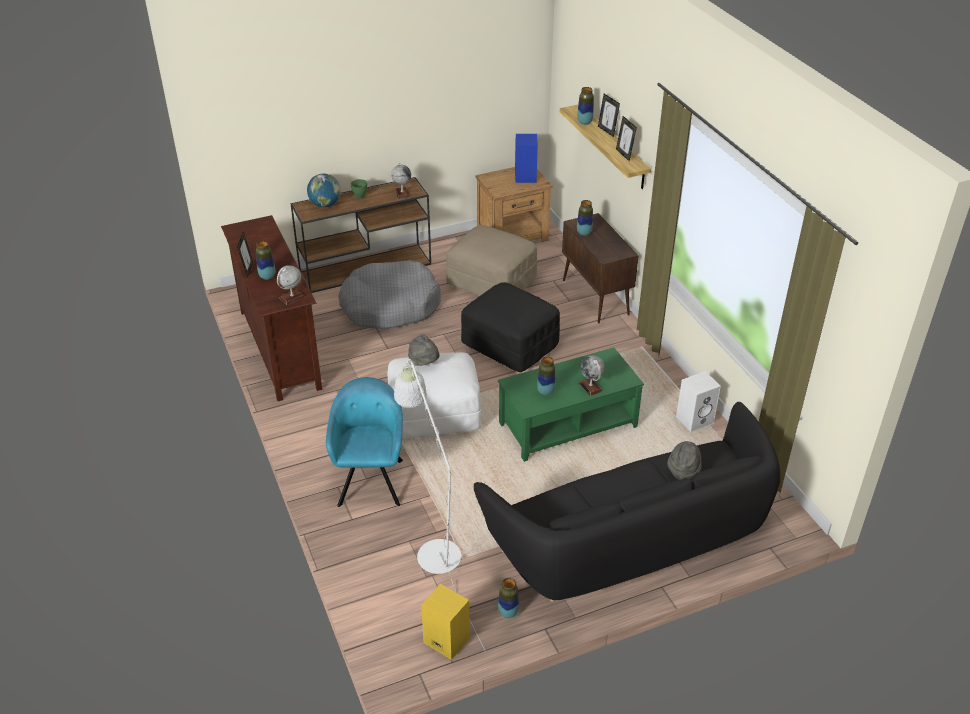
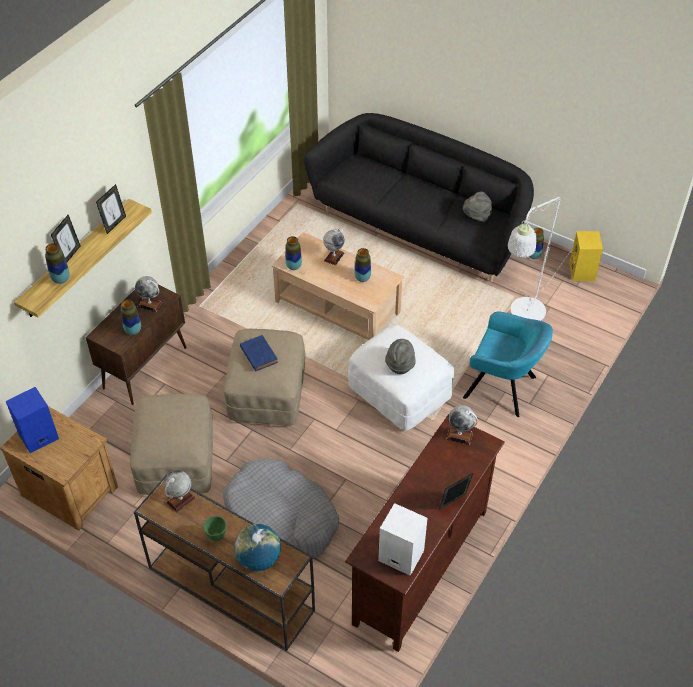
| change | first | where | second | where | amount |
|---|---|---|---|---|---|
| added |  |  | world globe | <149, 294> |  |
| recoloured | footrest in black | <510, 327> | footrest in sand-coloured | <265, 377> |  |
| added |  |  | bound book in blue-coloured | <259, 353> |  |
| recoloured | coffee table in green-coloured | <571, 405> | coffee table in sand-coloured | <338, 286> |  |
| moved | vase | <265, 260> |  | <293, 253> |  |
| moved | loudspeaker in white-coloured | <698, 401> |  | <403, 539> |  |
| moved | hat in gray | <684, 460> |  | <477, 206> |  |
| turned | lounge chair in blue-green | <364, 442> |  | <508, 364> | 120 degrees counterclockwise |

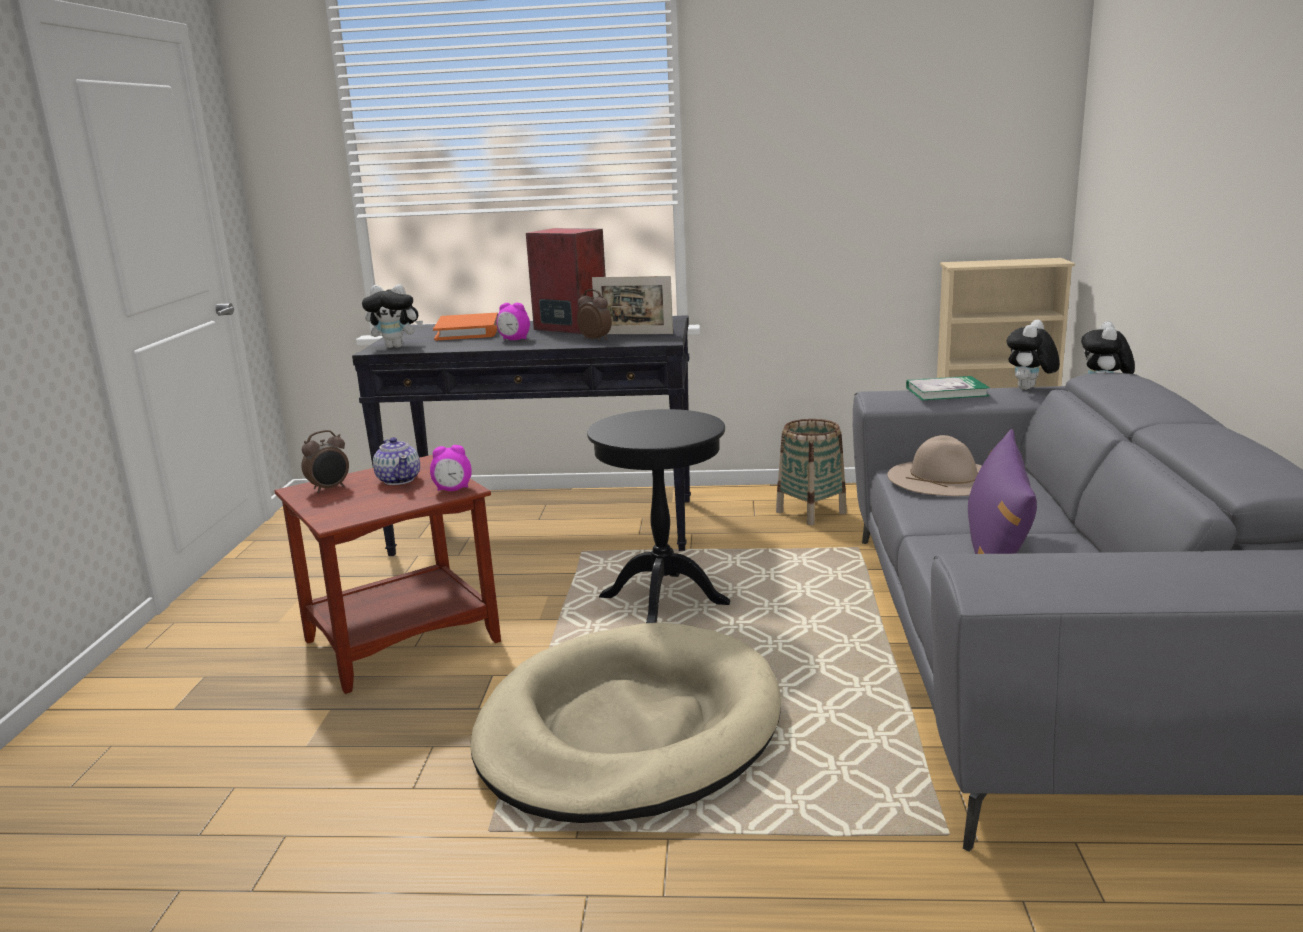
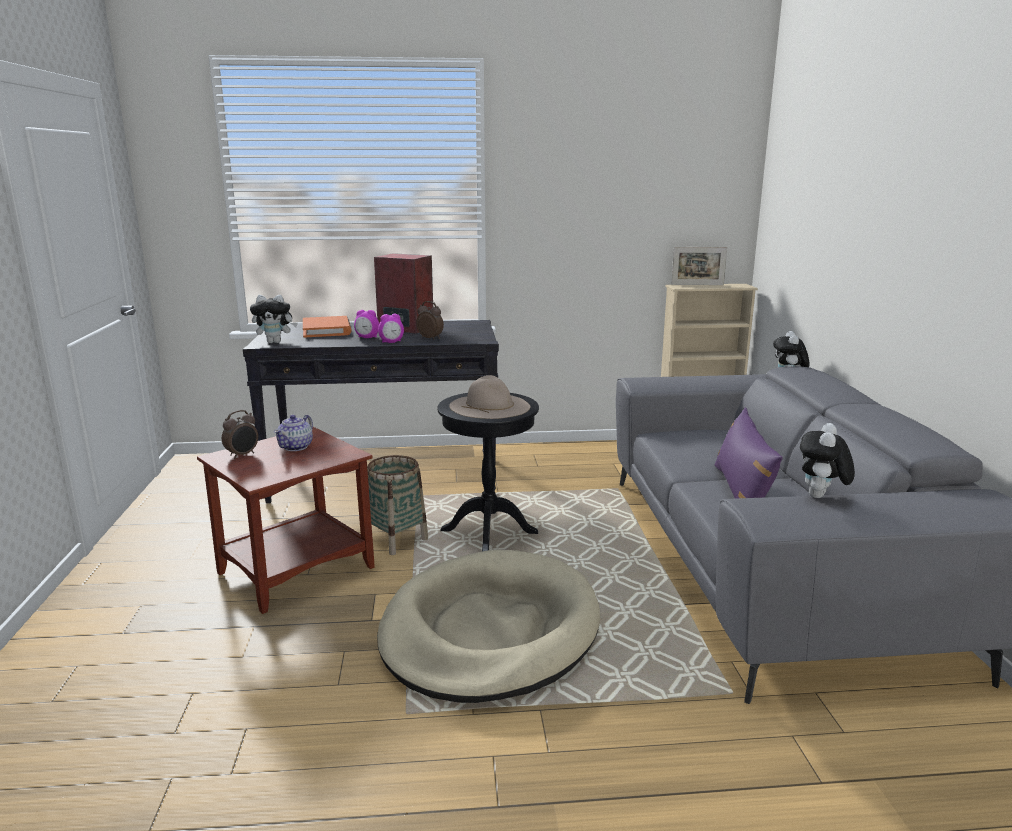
| change | first | where | second | where | amount |
|---|---|---|---|---|---|
| turned | teapot | <396, 461> |  | <293, 433> | 60 degrees clockwise |
| moved | storage basket | <811, 472> |  | <397, 505> |  |
| moved | alarm clock | <451, 468> |  | <391, 328> |  |
| moved | hat in sand-coloured | <934, 465> |  | <489, 397> |  |
| moved | picture frame | <632, 305> |  | <699, 266> |  |
| moved | plush toy | <1033, 355> |  | <827, 460> |  |
| removed | bound book | <948, 388> |  |  |  |

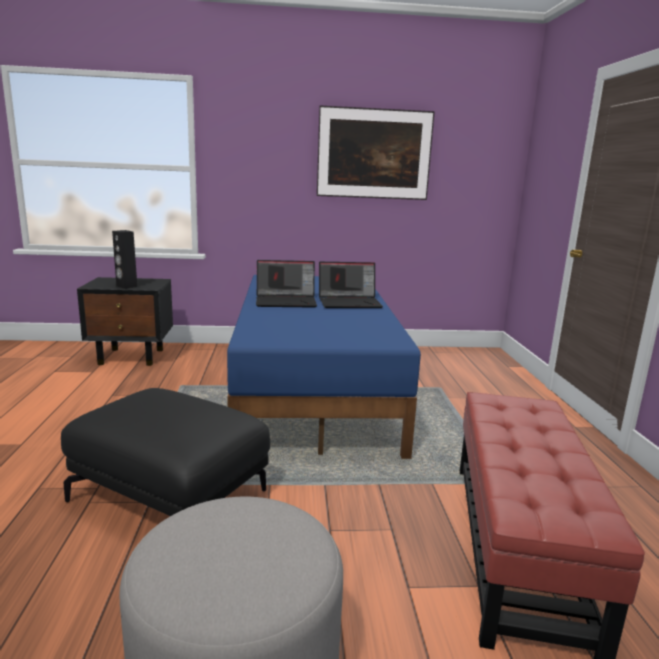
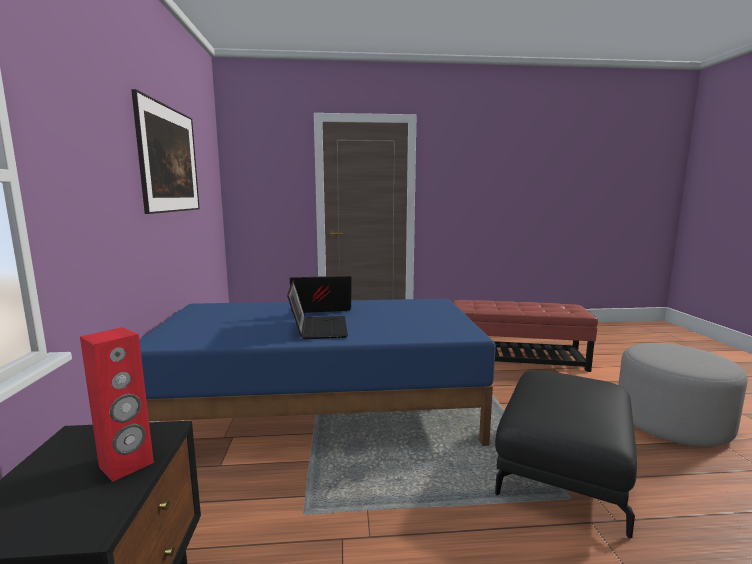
| change | first | where | second | where | amount |
|---|---|---|---|---|---|
| recoloured | loudspeaker in black | <124, 259> | loudspeaker in reddish | <117, 404> |  |
| turned | notebook computer | <351, 285> |  | <321, 294> | 90 degrees counterclockwise |

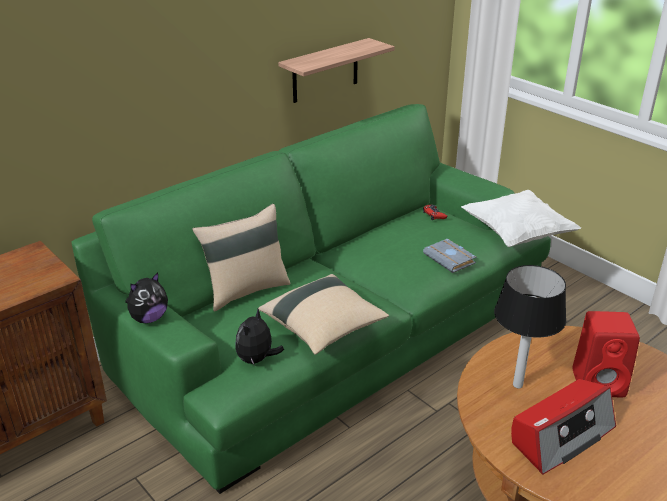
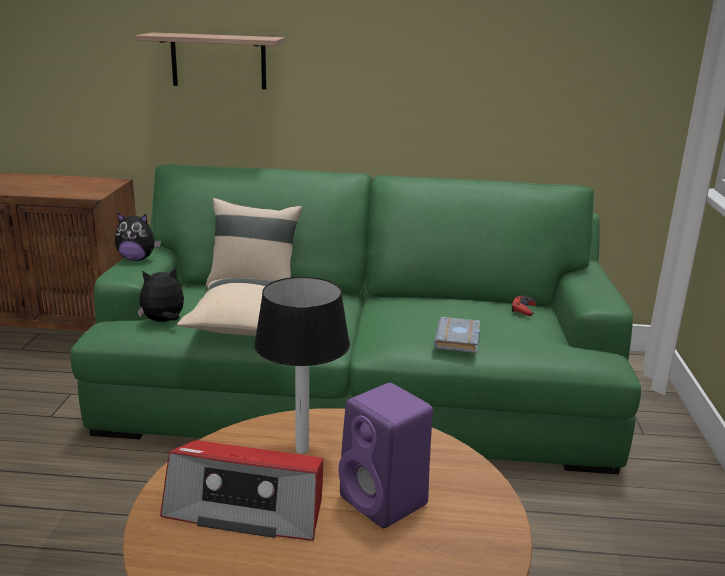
| change | first | where | second | where | amount |
|---|---|---|---|---|---|
| moved | wall shelf | <336, 70> |  | <210, 61> |  |
| recoloured | loudspeaker in reddish | <606, 354> | loudspeaker in purple-coloured | <386, 455> |  |
| removed | throw pillow in white-coloured | <521, 218> |  |  |  |

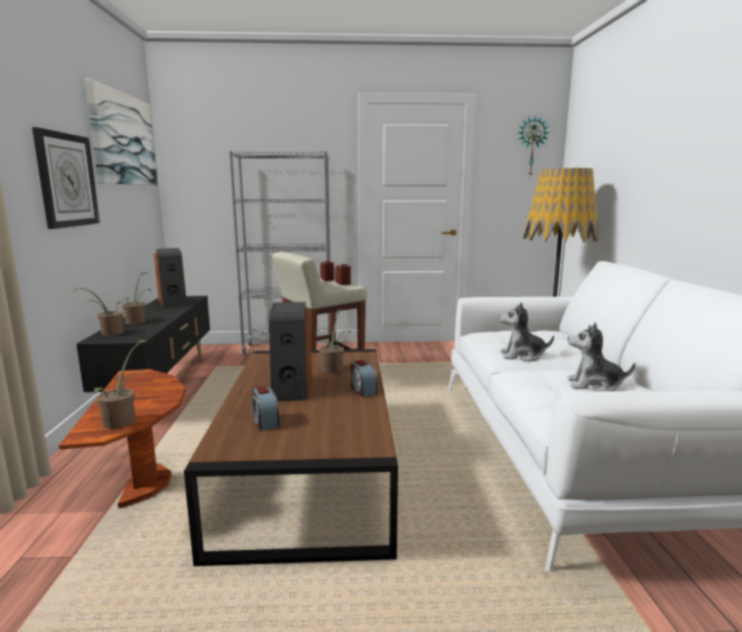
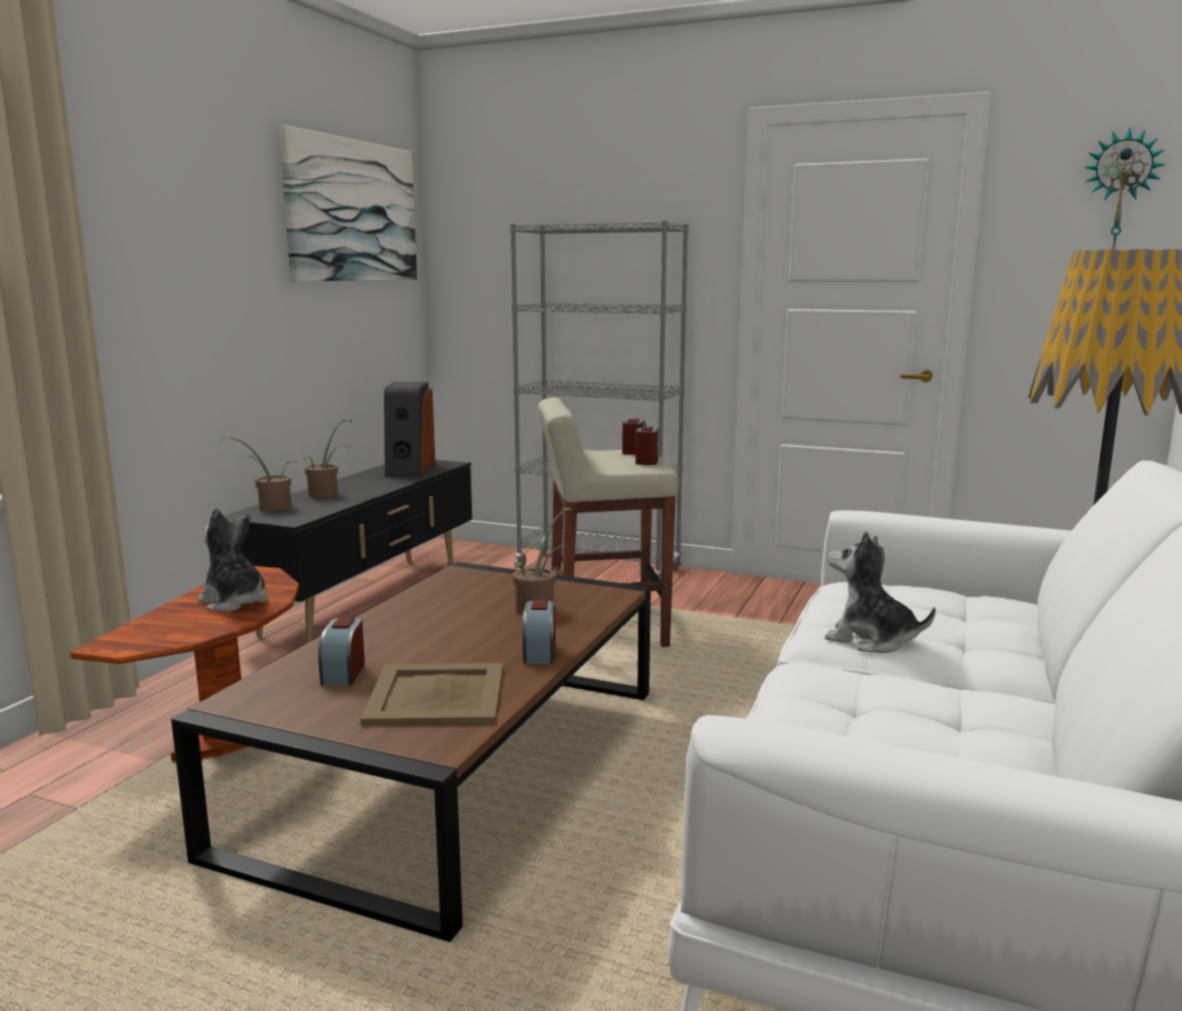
| change | first | where | second | where | amount |
|---|---|---|---|---|---|
| moved | plush toy | <601, 357> |  | <233, 560> |  |
| added |  |  | serving tray in sand-coloured | <431, 694> |  |
| removed | hanging clock | <66, 178> |  |  |  |
| removed | potted plant | <121, 384> |  |  |  |
| removed | loudspeaker | <290, 351> |  |  |  |

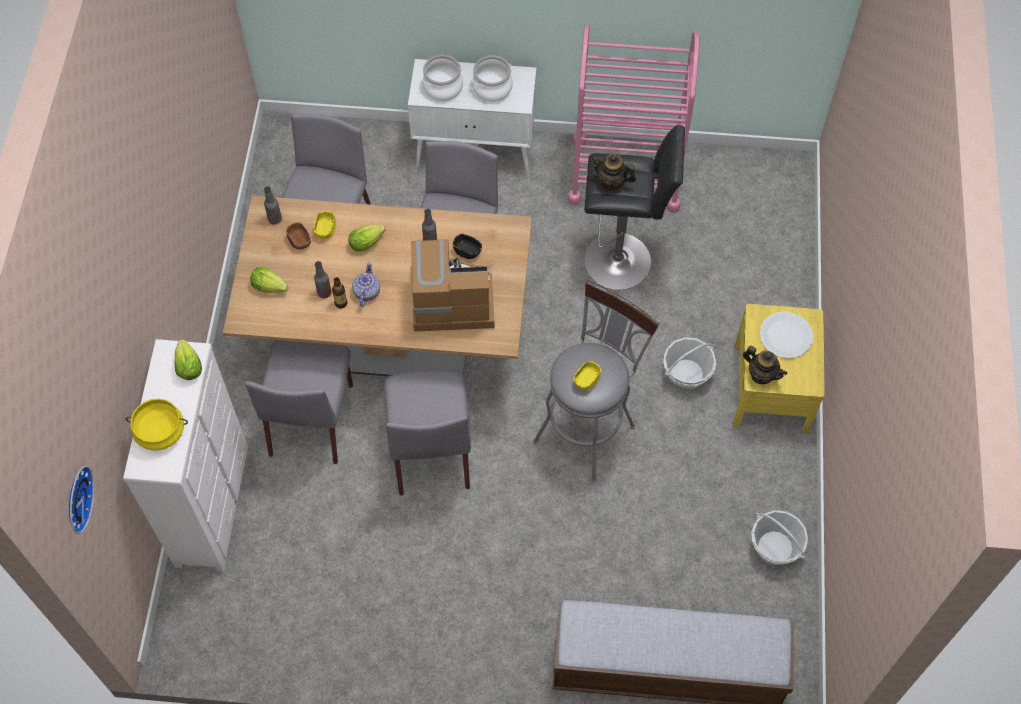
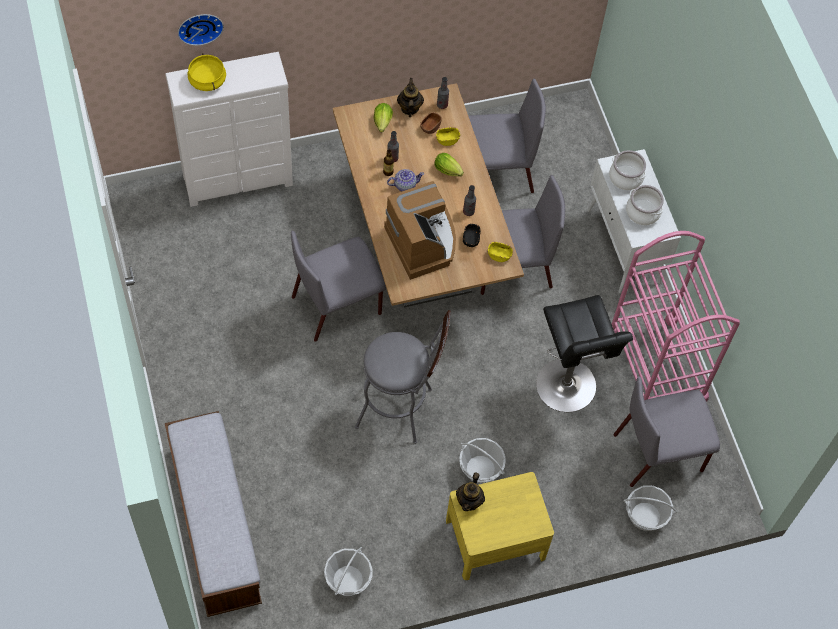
| change | first | where | second | where | amount |
|---|---|---|---|---|---|
| moved | hanging clock | <81, 500> |  | <201, 30> |  |
| moved | teapot | <613, 172> |  | <410, 97> |  |
| moved | serving bowl in yellowish | <587, 375> |  | <500, 252> |  |
| moved | plain chair in gray | <299, 402> |  | <666, 431> |  |
| added |  |  | storage basket | <650, 508> |  |
| removed | lettuce | <188, 359> |  |  |  |
| removed | plate in white-coloured | <786, 335> |  |  |  |

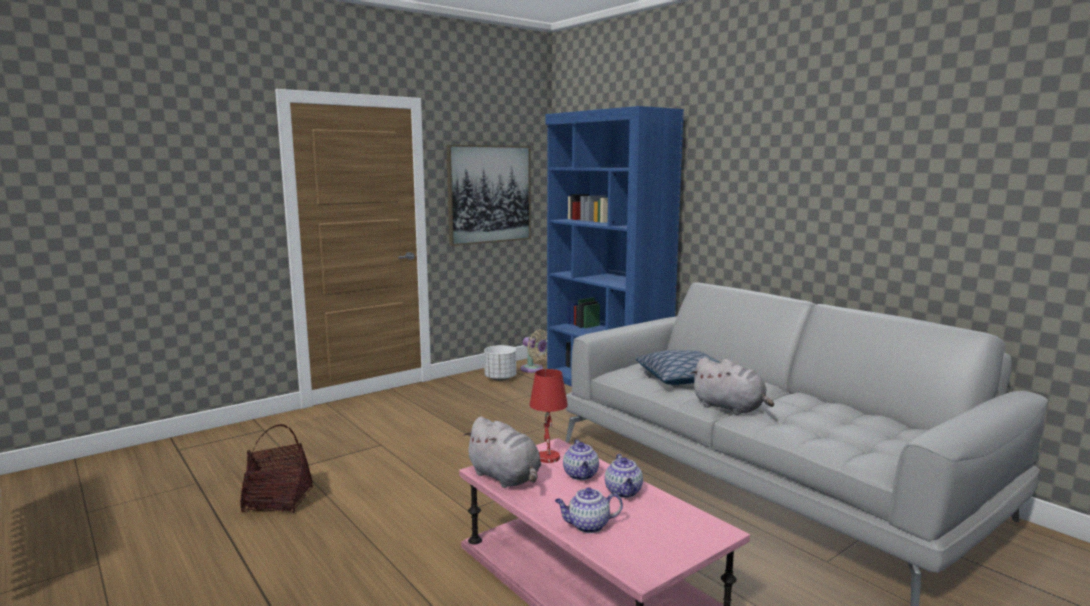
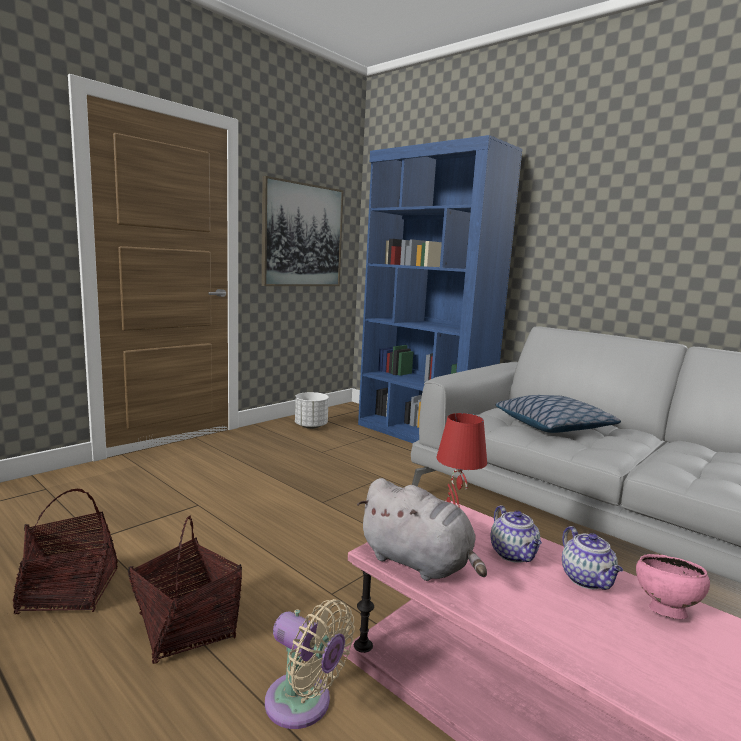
| change | first | where | second | where | amount |
|---|---|---|---|---|---|
| added |  |  | storage basket | <185, 590> |  |
| moved | fan in sand-coloured | <533, 351> |  | <310, 664> |  |
| added |  |  | serving bowl in pink-coloured | <673, 586> |  |
| removed | teapot | <589, 510> |  |  |  |
| removed | plush toy in gray | <732, 386> |  |  |  |

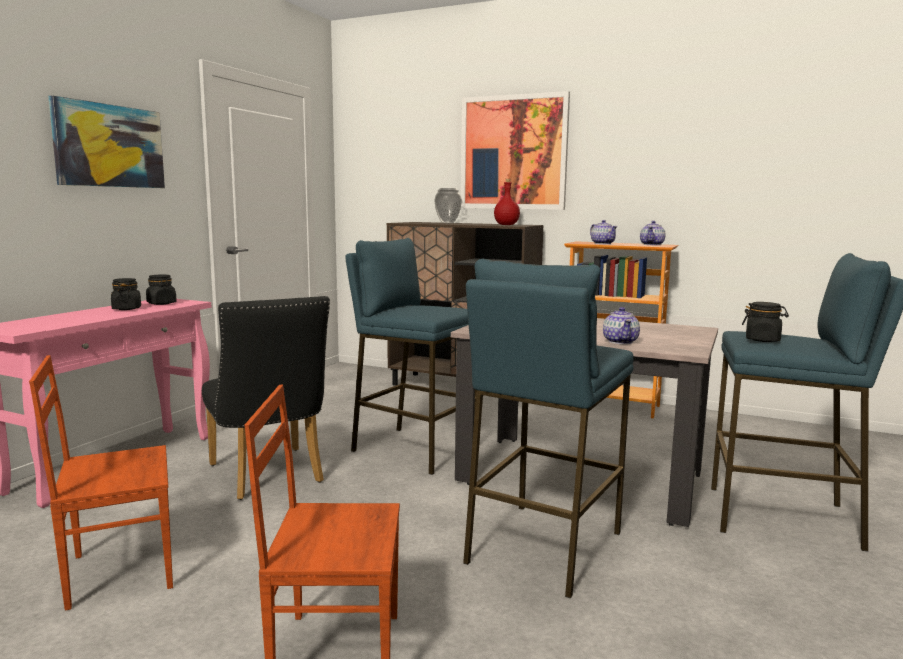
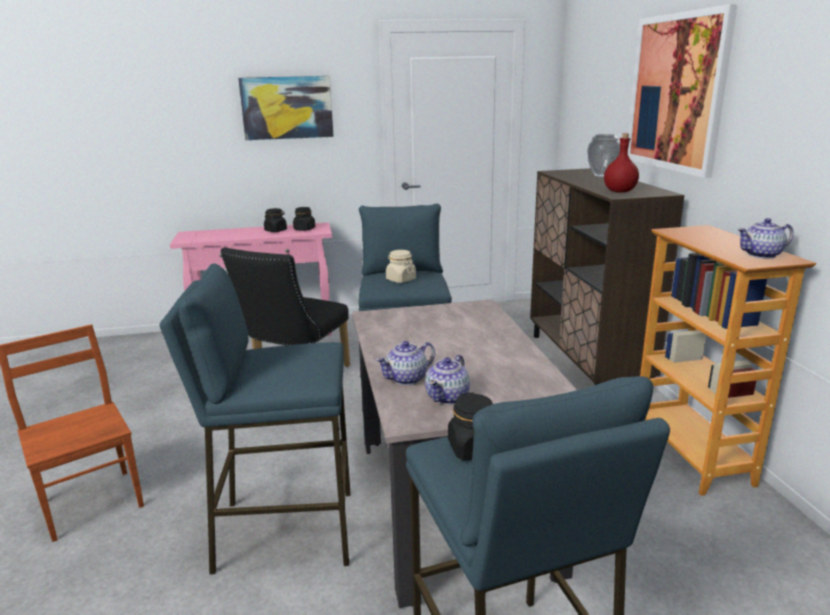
| change | first | where | second | where | amount |
|---|---|---|---|---|---|
| added |  |  | jar in sand-coloured | <401, 266> |  |
| moved | teapot | <603, 232> |  | <447, 380> |  |
| removed | plain chair in brown | <101, 483> |  |  |  |

